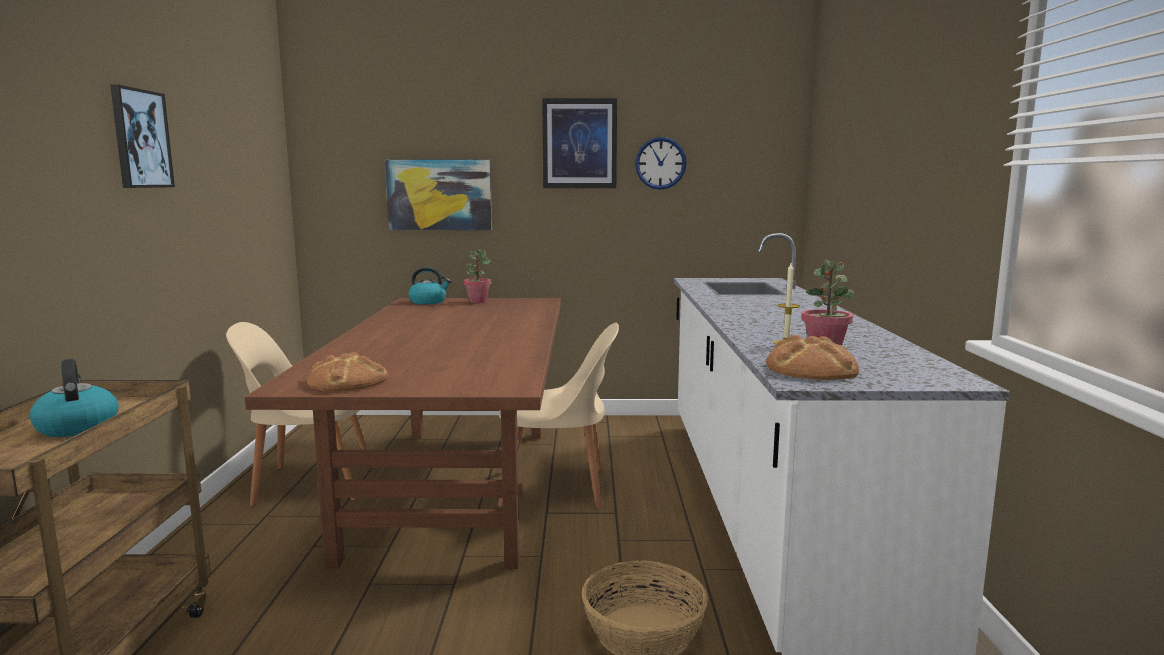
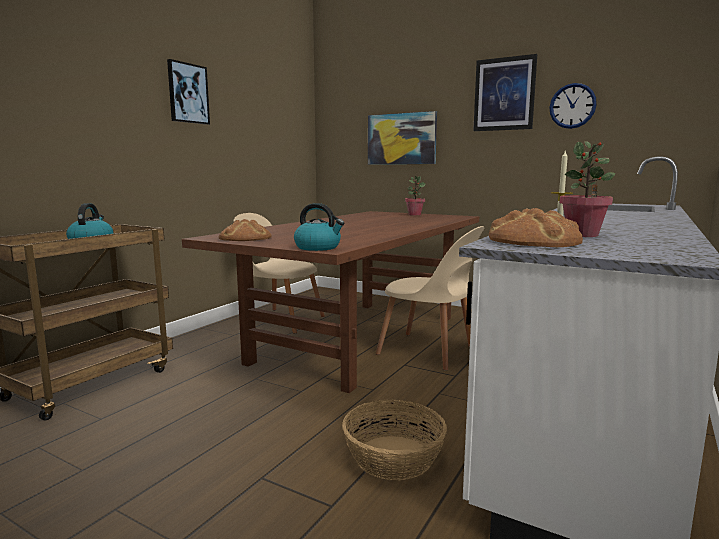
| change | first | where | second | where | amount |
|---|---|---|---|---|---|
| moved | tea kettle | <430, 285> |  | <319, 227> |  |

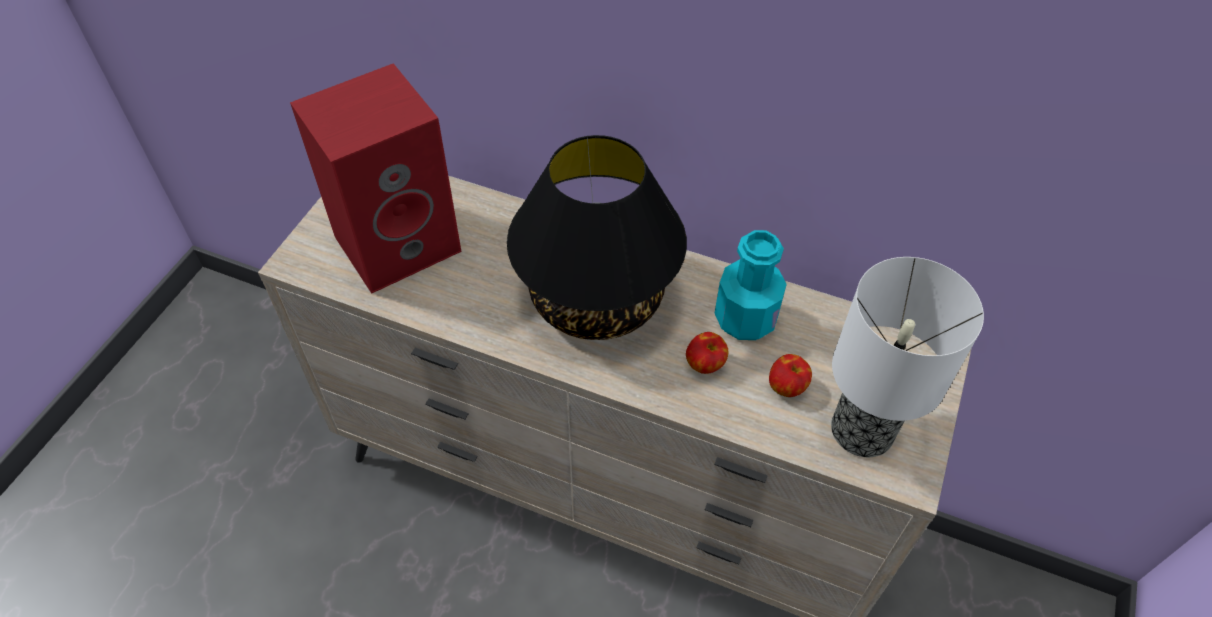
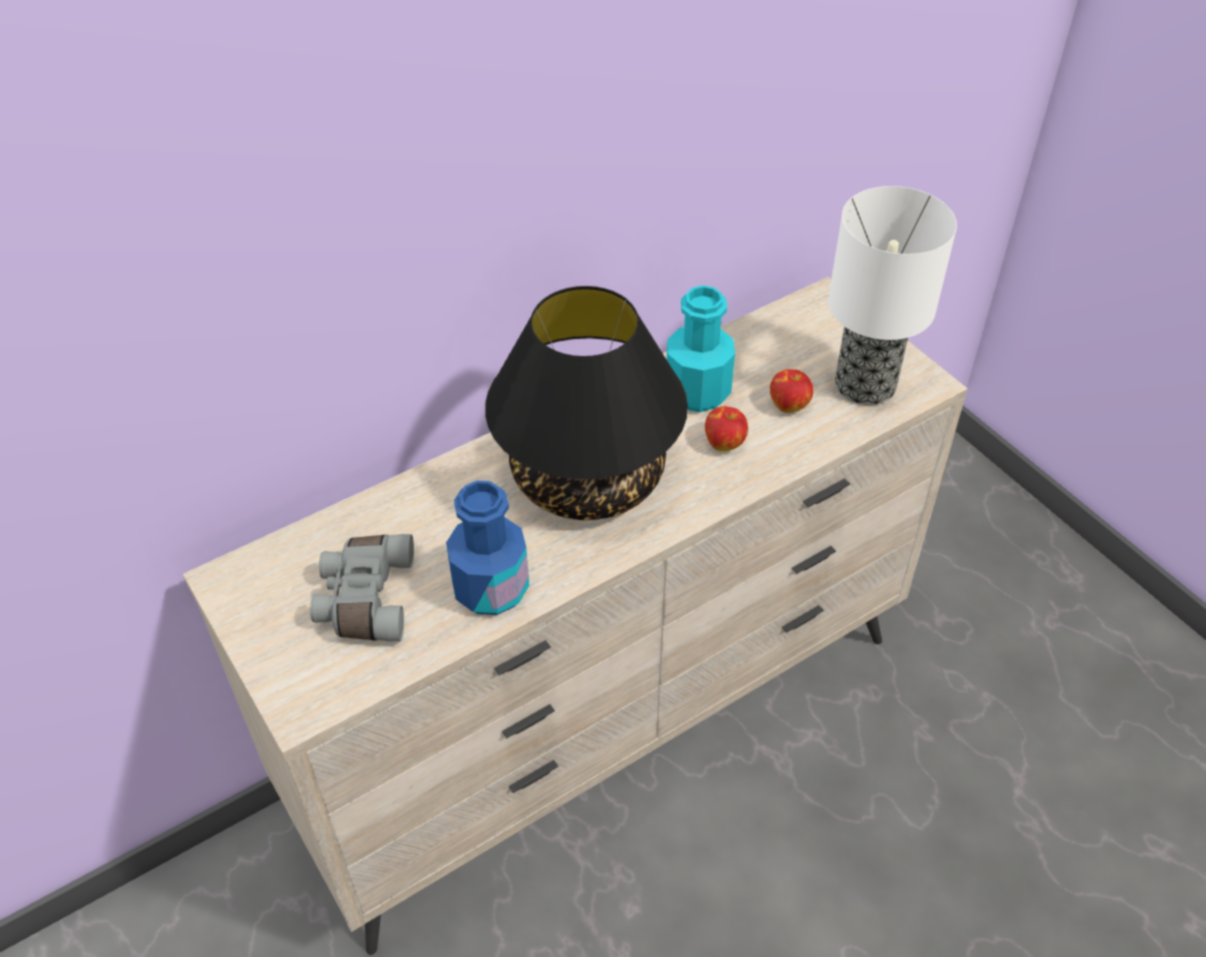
| change | first | where | second | where | amount |
|---|---|---|---|---|---|
| replaced | loudspeaker in reddish | <376, 178> | pair of binoculars in gray | <362, 587> |  |
| added |  |  | bottle in blue-coloured | <487, 548> |  |

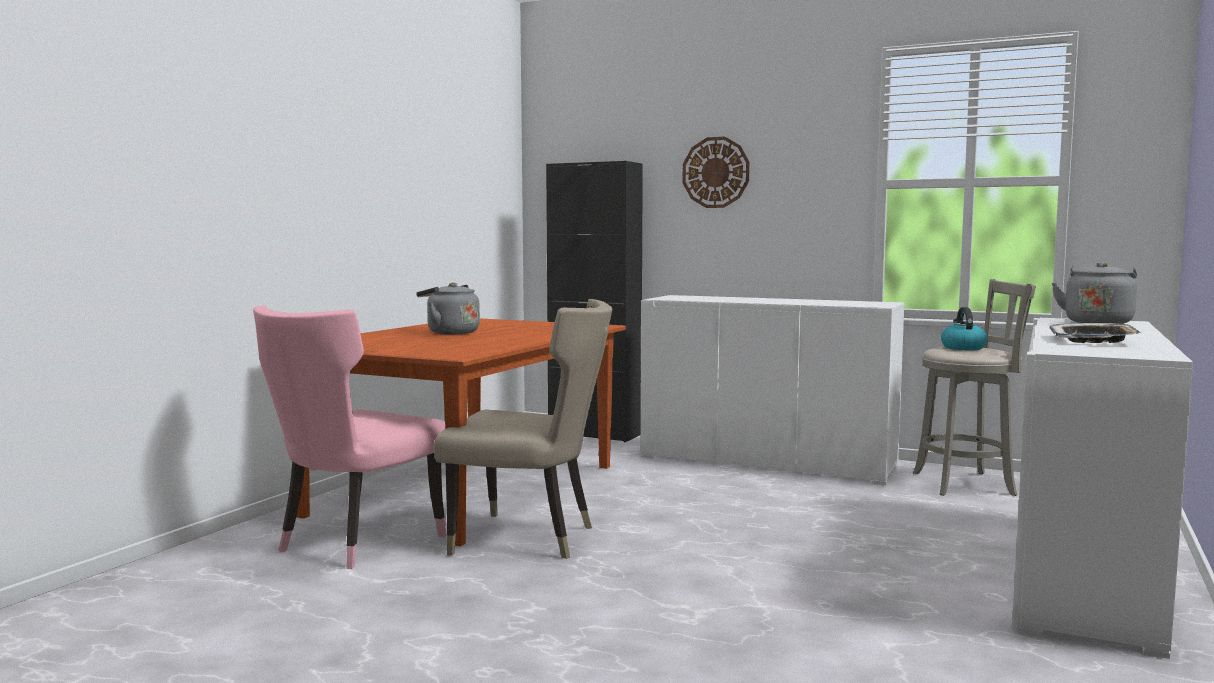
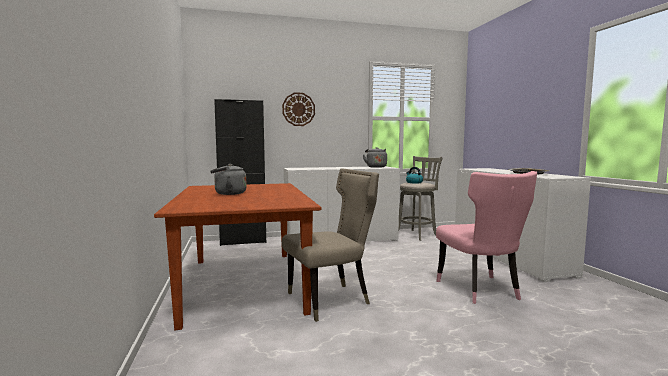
| change | first | where | second | where | amount |
|---|---|---|---|---|---|
| moved | tea kettle in gray | <1094, 293> |  | <375, 157> |  |
| moved | plain chair in pink-coloured | <349, 437> |  | <486, 237> |  |

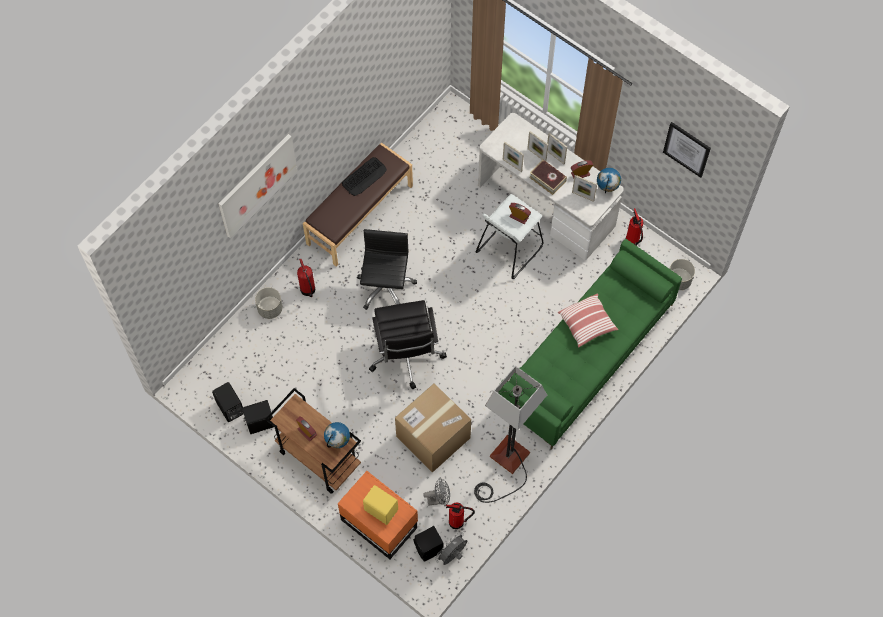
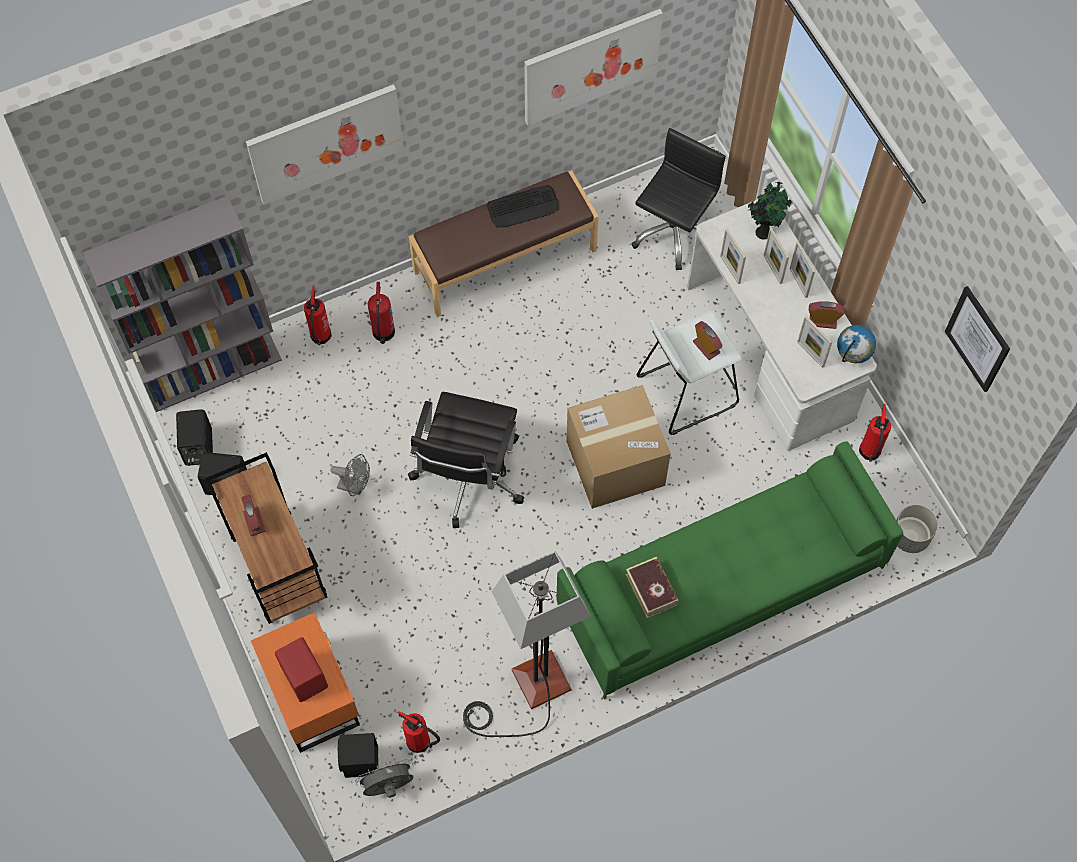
| change | first | where | second | where | amount |
|---|---|---|---|---|---|
| added |  |  | shelving unit in gray | <182, 304> |  |
| recoloured | loudspeaker in yellowish | <380, 505> | loudspeaker in reddish | <301, 669> |  |
| replaced | flower pot in gray | <269, 303> | fire-fighting cylinder | <318, 315> |  |
| moved | fan in gray | <436, 492> |  | <350, 475> |  |
| added |  |  | wall art | <593, 67> |  |
| moved | packing box | <433, 428> |  | <618, 447> |  |
| moved | bound book | <548, 177> |  | <652, 587> |  |
| moved | desk chair in black | <387, 269> |  | <678, 199> |  |
| added |  |  | potted plant | <770, 210> |  |
| removed | world globe | <337, 435> |  |  |  |
| removed | throw pillow | <588, 321> |  |  |  |

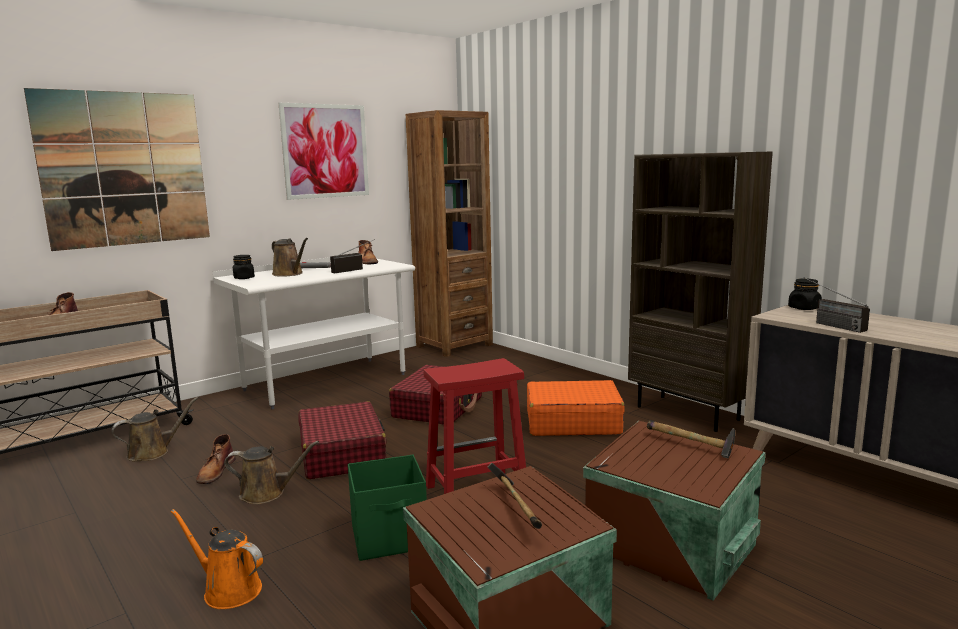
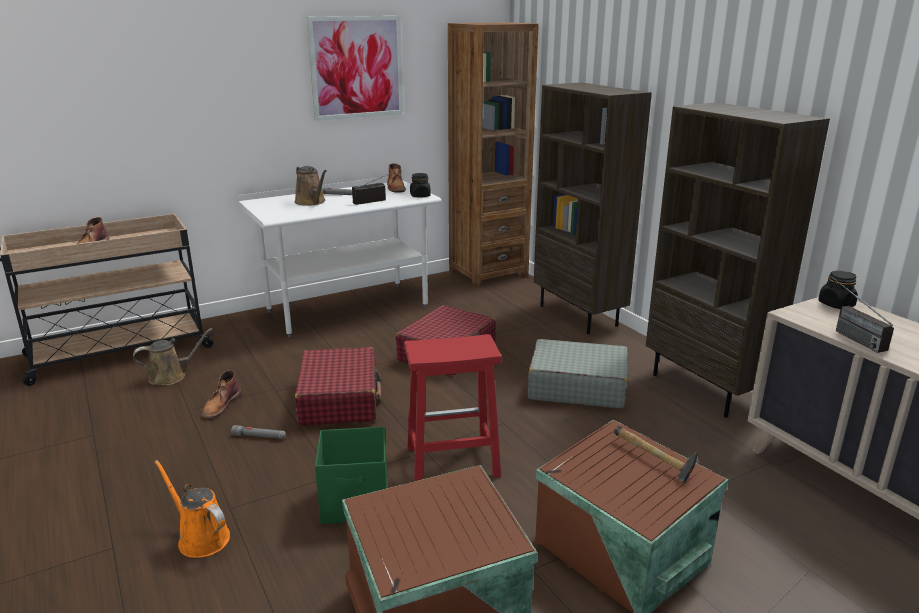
| change | first | where | second | where | amount |
|---|---|---|---|---|---|
| replaced | watering pot in brown | <271, 472> | torch in gray | <258, 432> |  |
| moved | jar in black | <244, 267> |  | <420, 185> |  |
| recoloured | piece of luggage in orange-coloured | <576, 408> | piece of luggage in gray | <578, 374> |  |
| added |  |  | shelving unit in brown | <593, 208> |  |
| removed | wall art | <117, 169> |  |  |  |
| removed | tool hammer | <515, 496> |  |  |  |

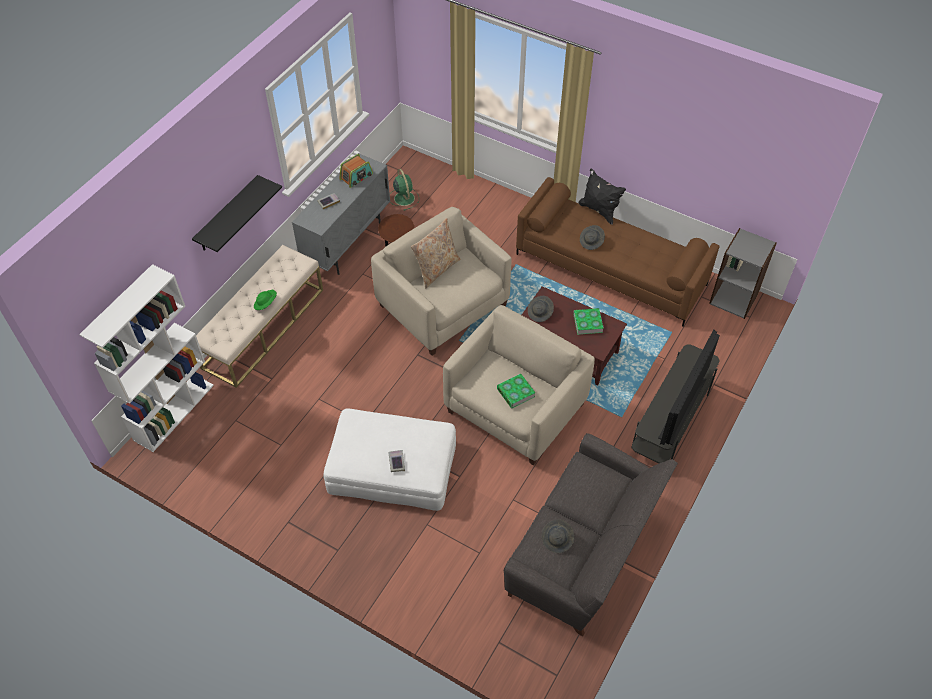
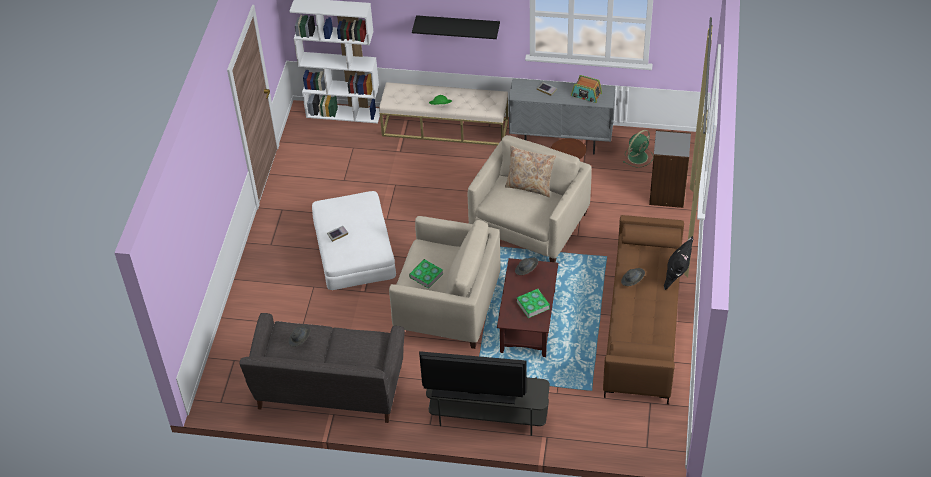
| change | first | where | second | where | amount |
|---|---|---|---|---|---|
| moved | shelving unit in gray | <743, 273> |  | <670, 169> |  |

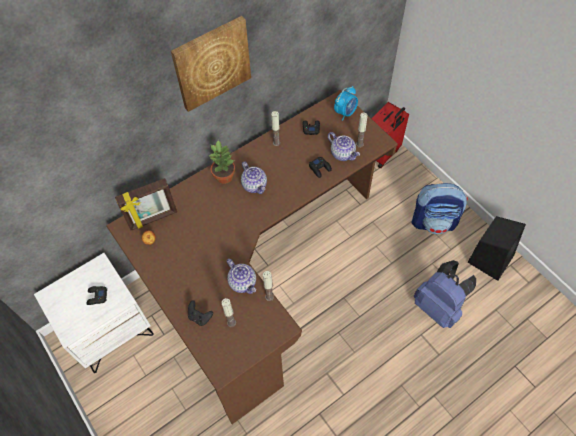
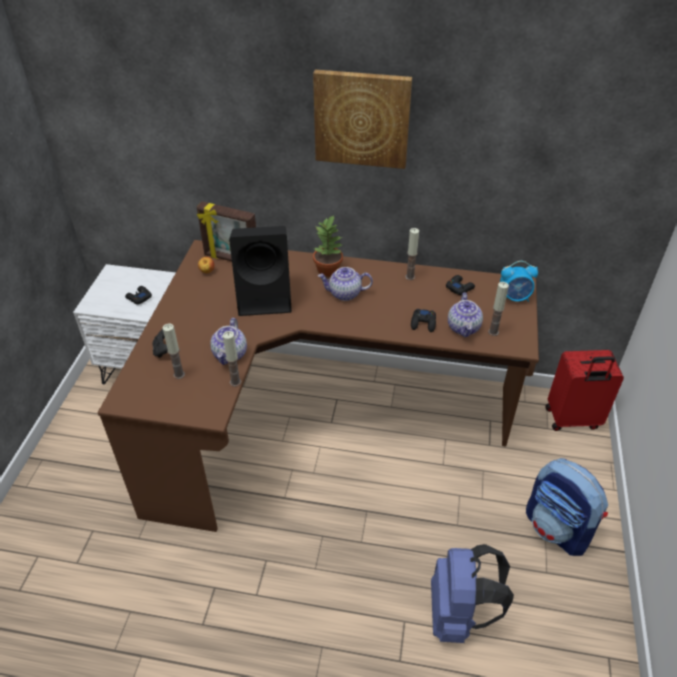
| change | first | where | second | where | amount |
|---|---|---|---|---|---|
| moved | loudspeaker in black | <497, 248> |  | <260, 271> |  |
| turned | teapot | <254, 177> |  | <345, 284> | 75 degrees clockwise |

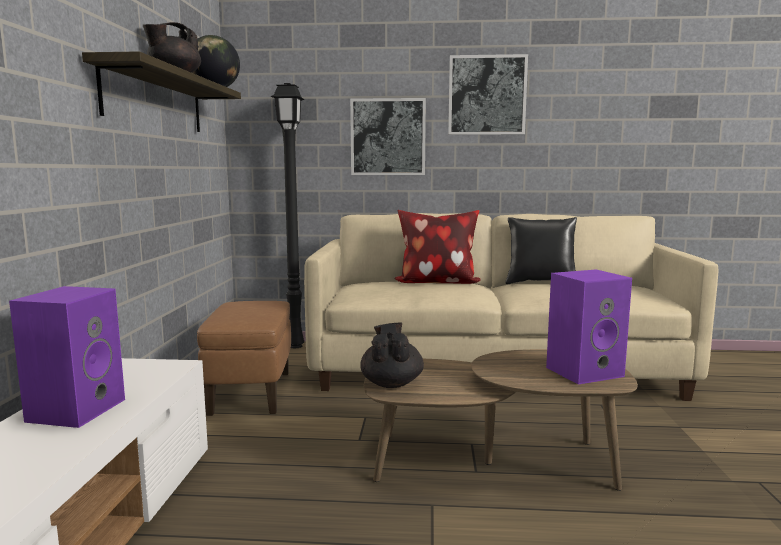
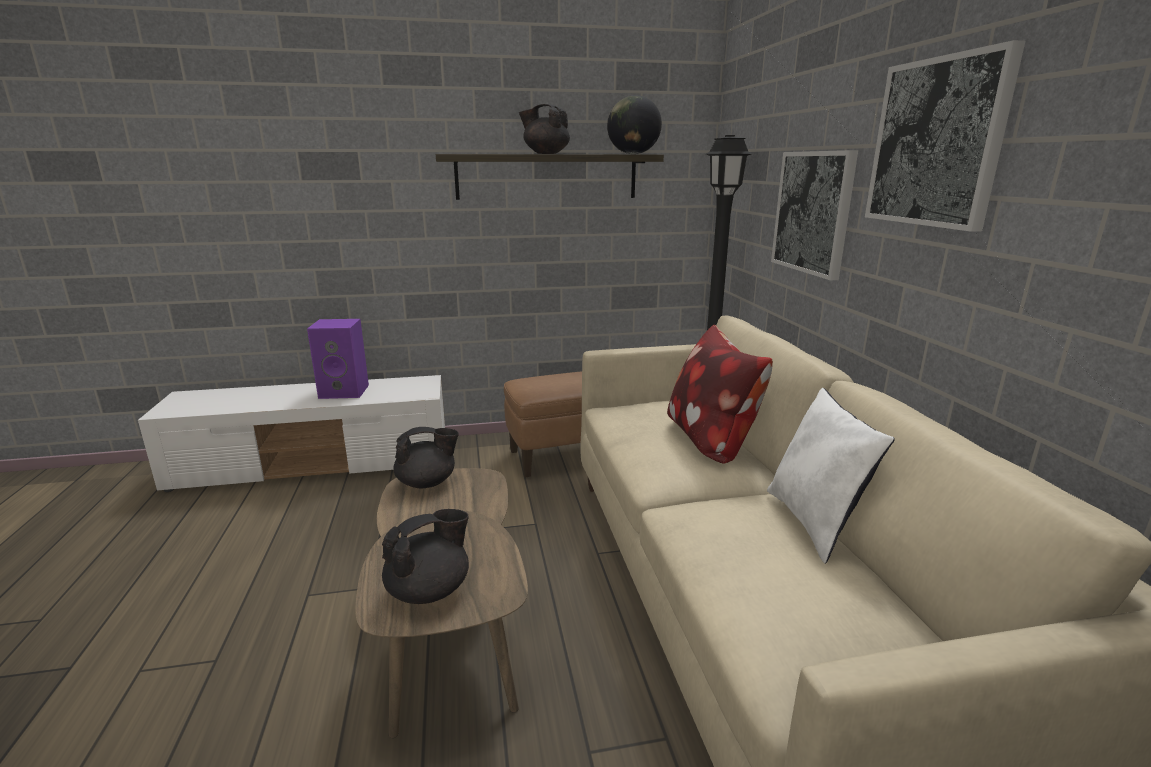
| change | first | where | second | where | amount |
|---|---|---|---|---|---|
| replaced | loudspeaker in purple-coloured | <589, 327> | teapot in black | <425, 556> |  |
| recoloured | throw pillow in black | <541, 250> | throw pillow in white-coloured | <831, 476> |  |

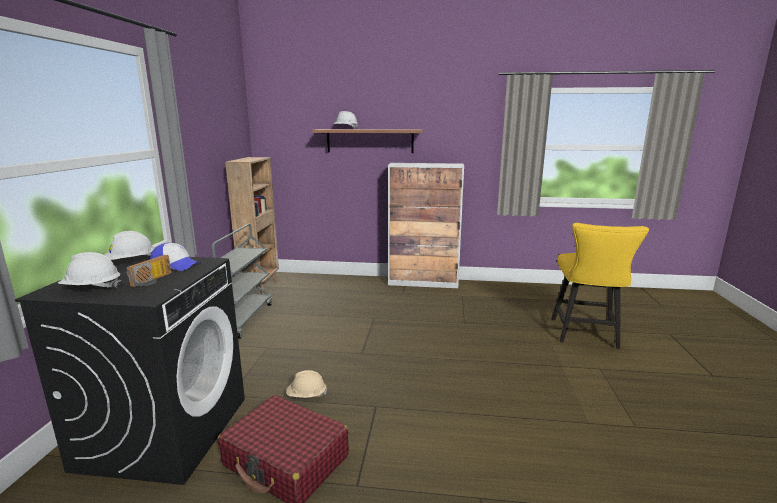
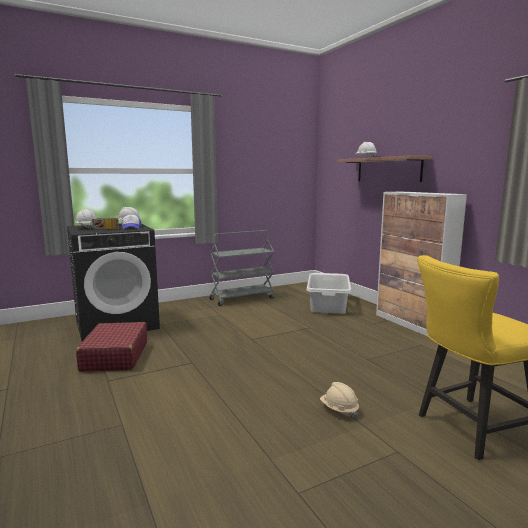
| change | first | where | second | where | amount |
|---|---|---|---|---|---|
| added |  |  | hamper in gray | <328, 293> |  |
| moved | hard hat in sand-coloured | <306, 384> |  | <339, 400> |  |
| removed | shelving unit in brown | <252, 226> |  |  |  |

